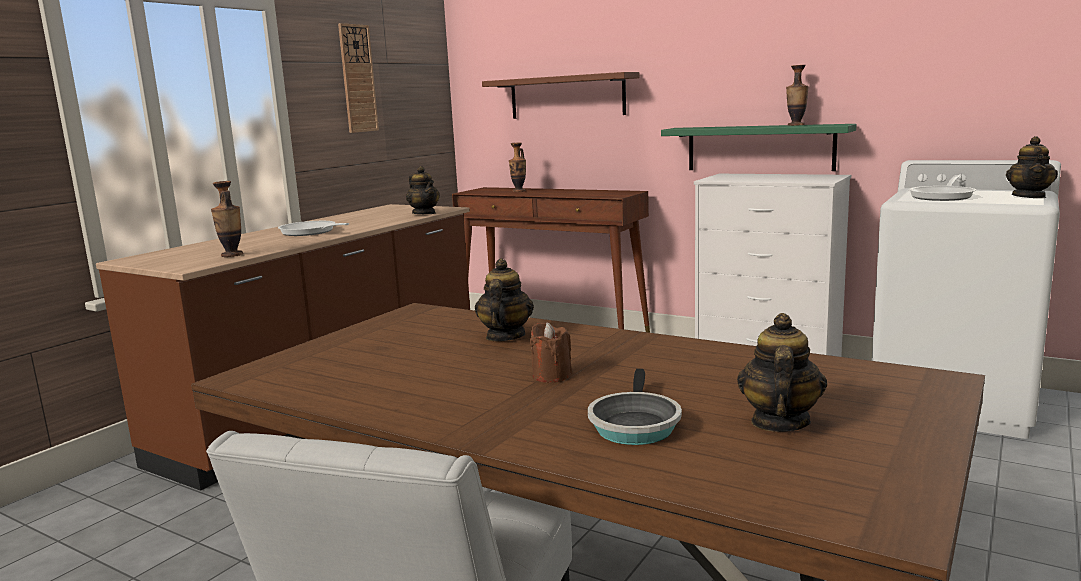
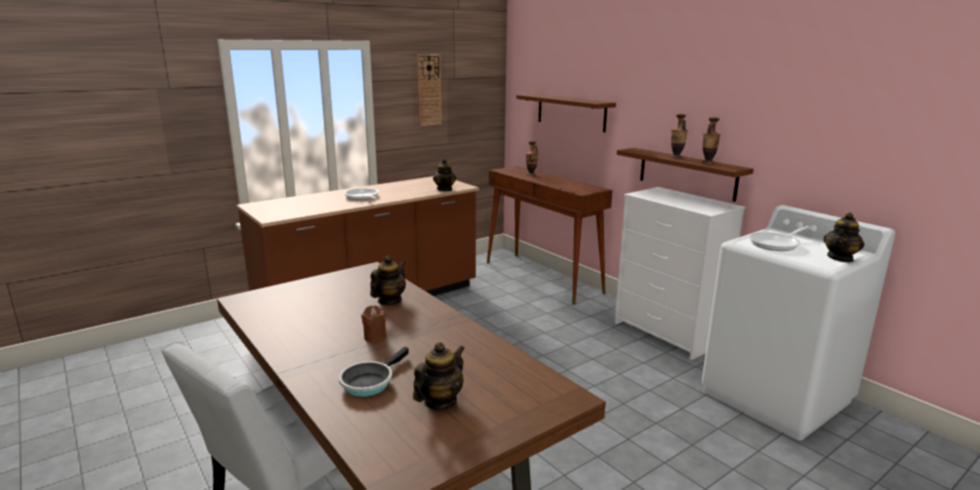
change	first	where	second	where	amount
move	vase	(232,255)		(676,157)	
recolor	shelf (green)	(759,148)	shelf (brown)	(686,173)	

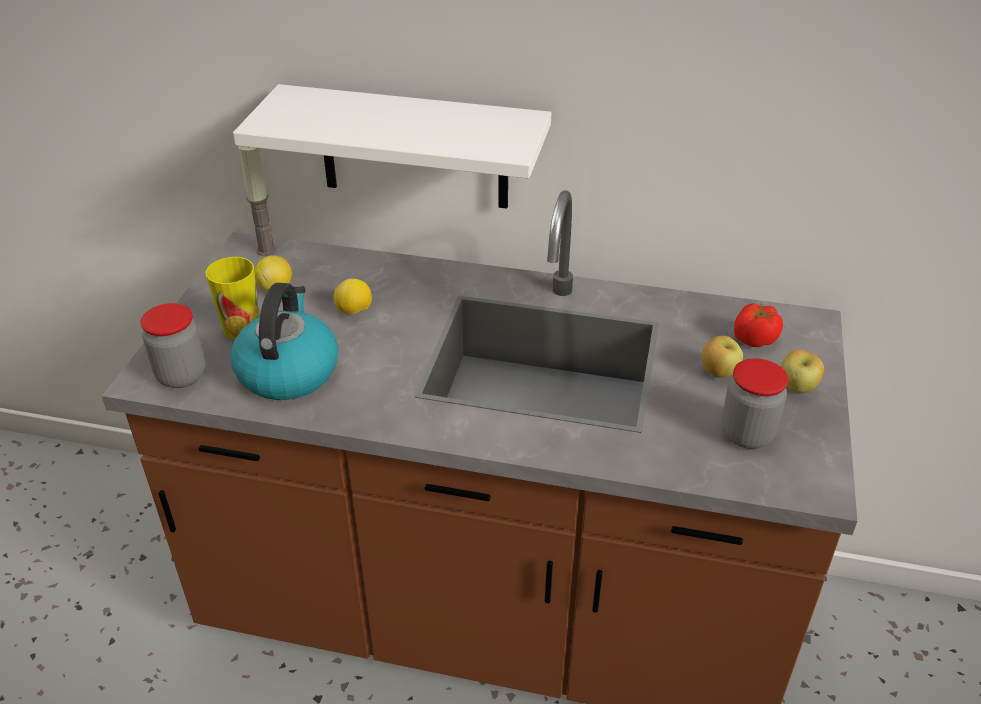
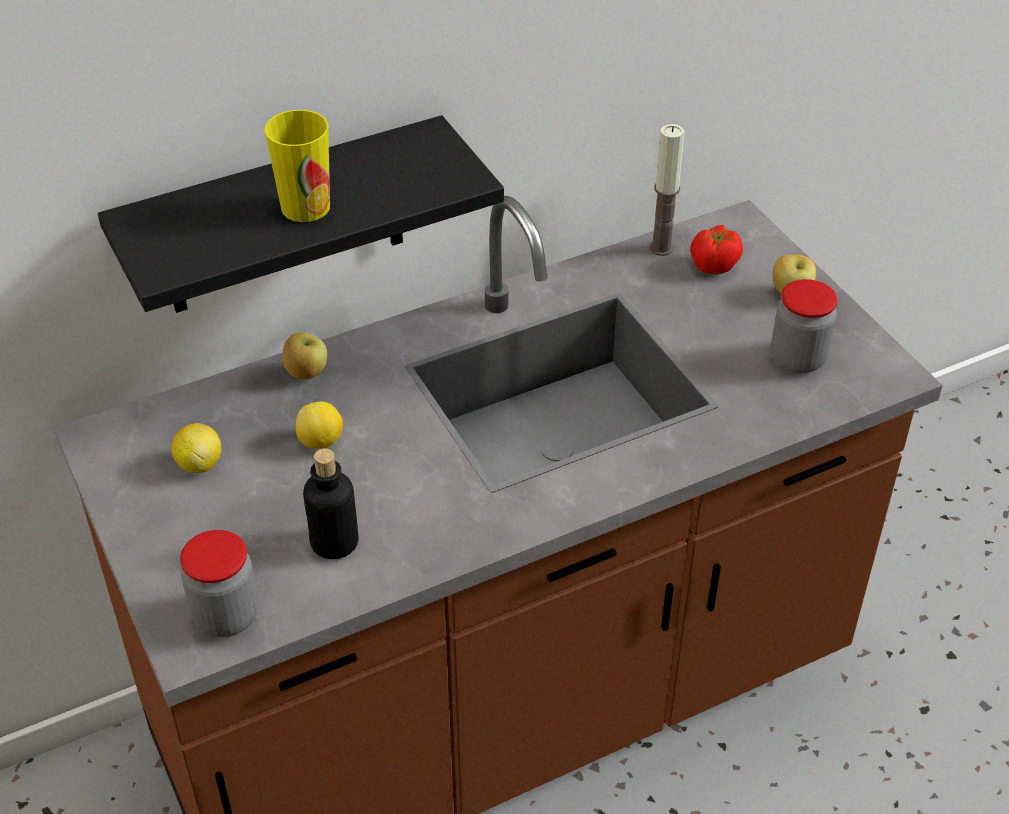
change	first	where	second	where	amount
move	cup	(241,328)		(305,207)	
move	candle	(266,250)		(661,248)	
move	apple	(718,373)		(306,373)	
replace	kettle	(288,371)	bottle	(334,542)	
recolor	shelf (white)	(414,148)	shelf (black)	(283,219)	

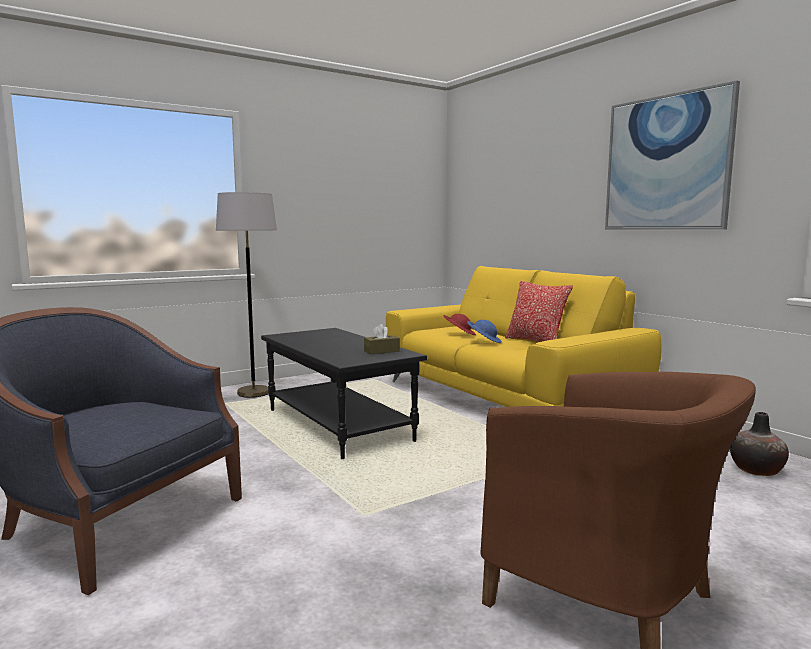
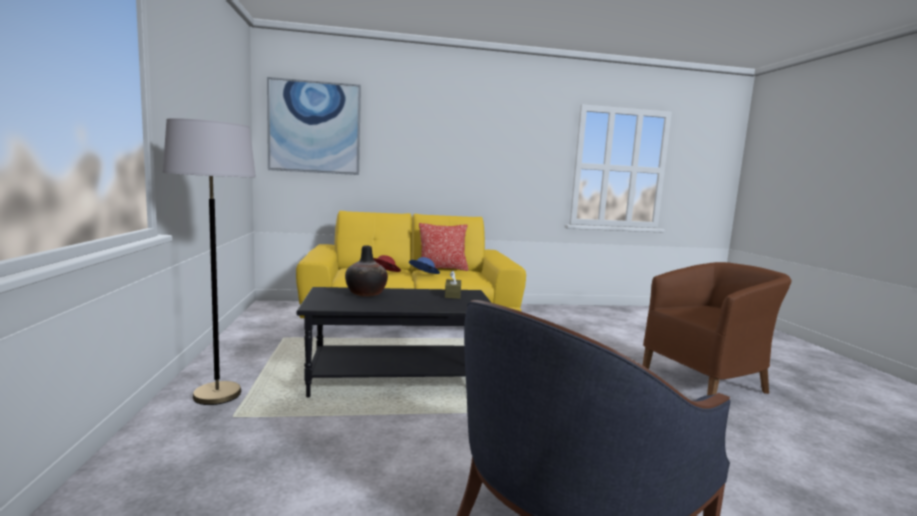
change	first	where	second	where	amount
move	picture	(666,163)		(314,127)	
move	vase	(756,470)		(366,294)	

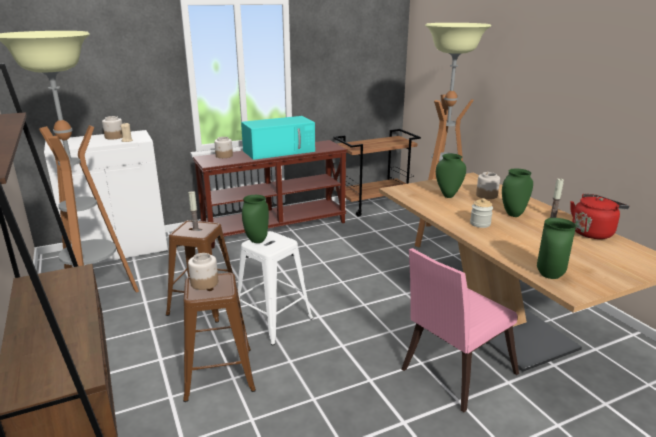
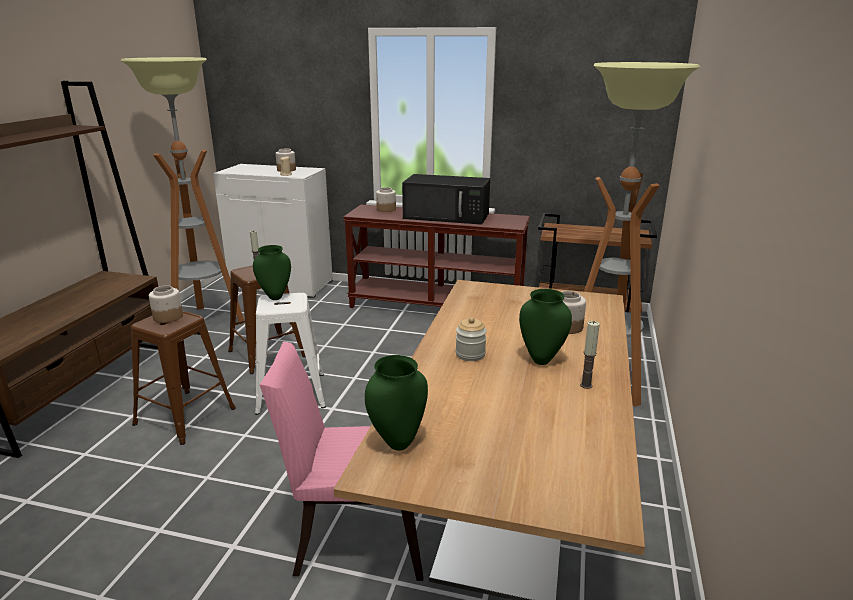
change	first	where	second	where	amount
delete	vase (green)	(448,195)			
delete	kettle (red)	(593,232)			
recolor	microwave (turquoise)	(279,151)	microwave (black)	(447,216)	

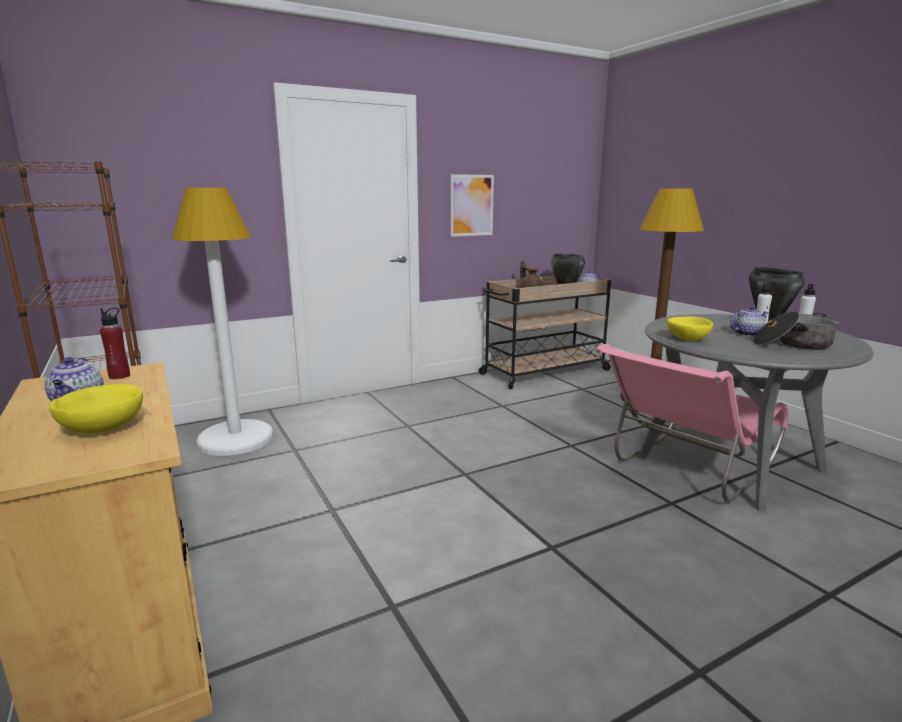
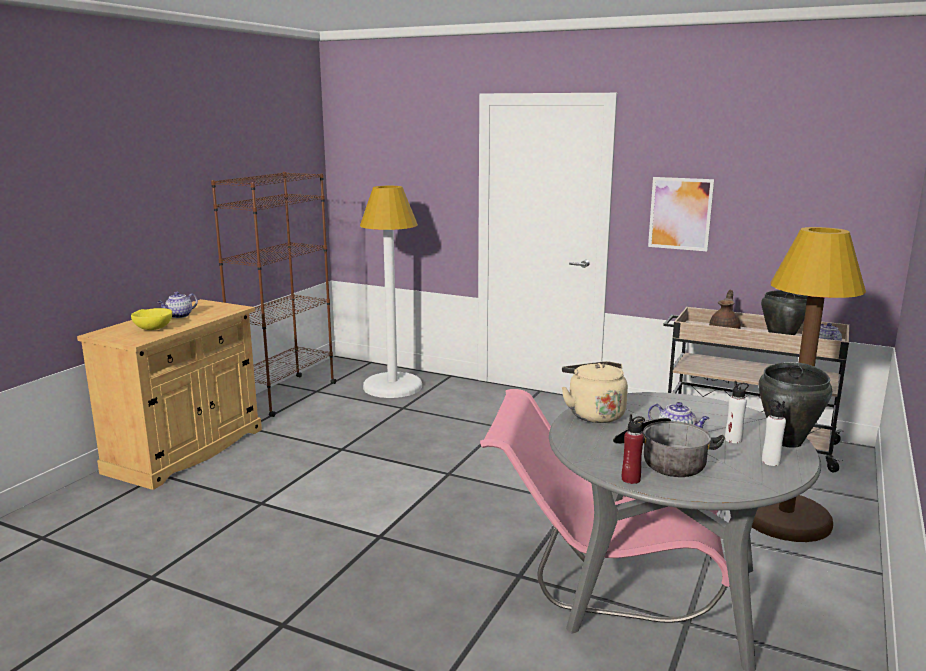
change	first	where	second	where	amount
move	bottle (red)	(119,376)		(631,479)	
replace	bowl (yellow)	(687,339)	kettle (beige)	(593,414)	

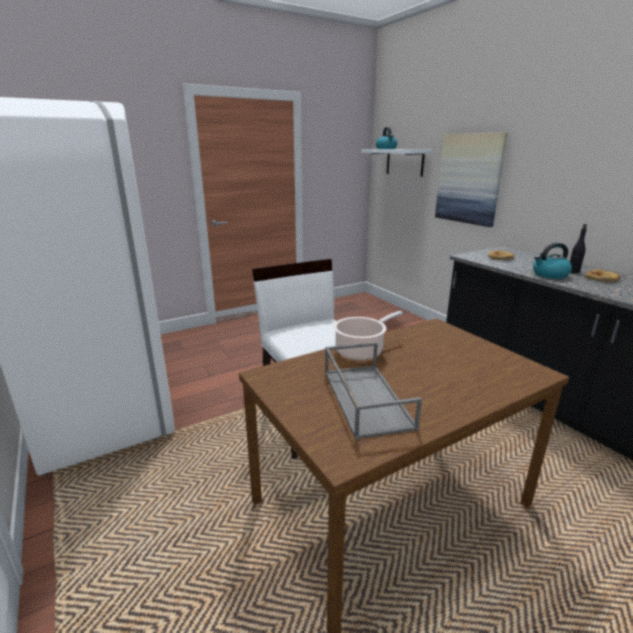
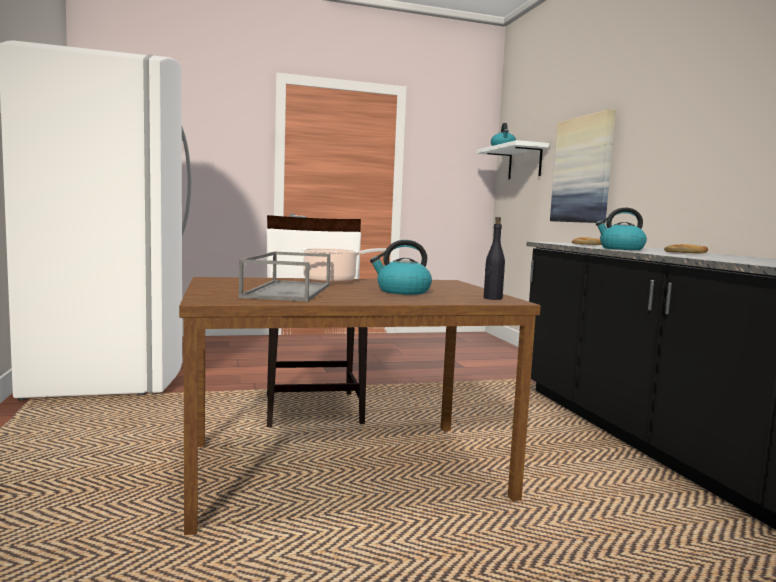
change	first	where	second	where	amount
insert			kettle	(402,291)	
move	bottle (black)	(573,272)		(492,298)	

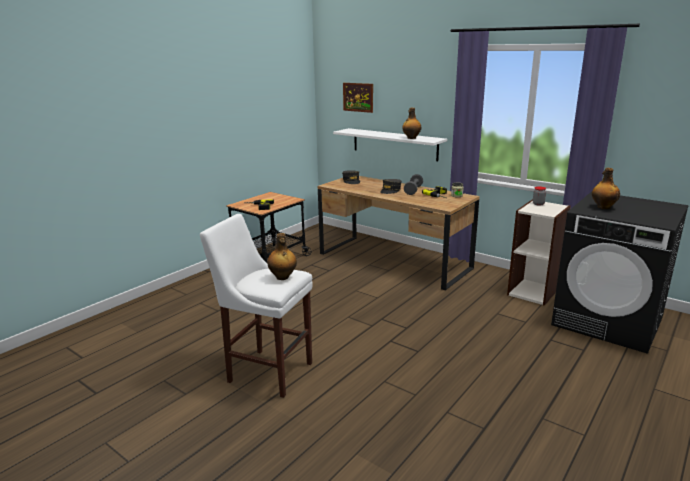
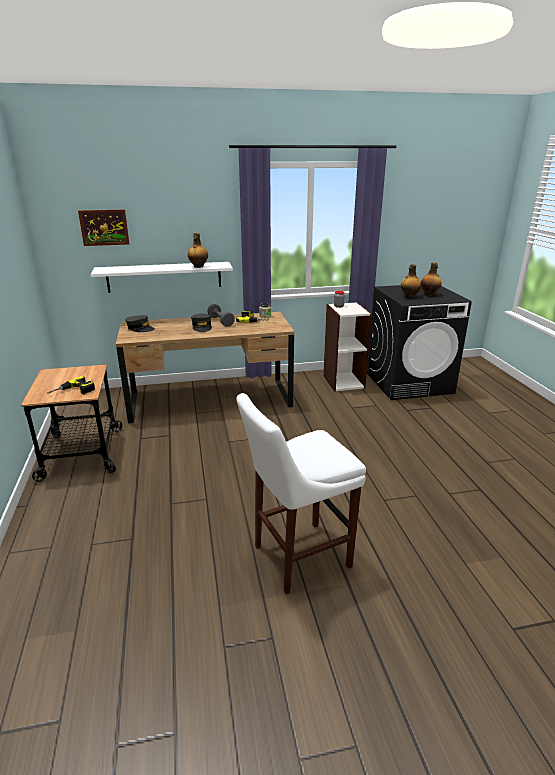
change	first	where	second	where	amount
move	bottle	(282,277)		(429,294)	

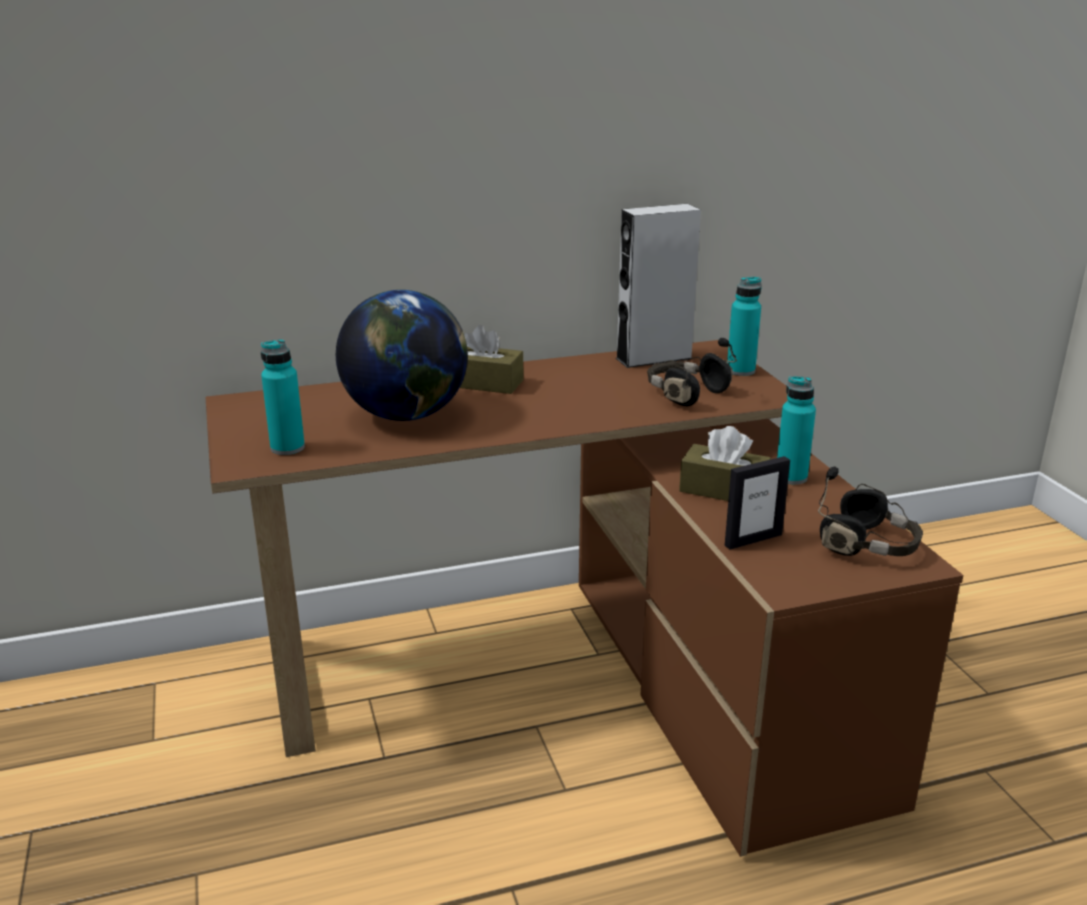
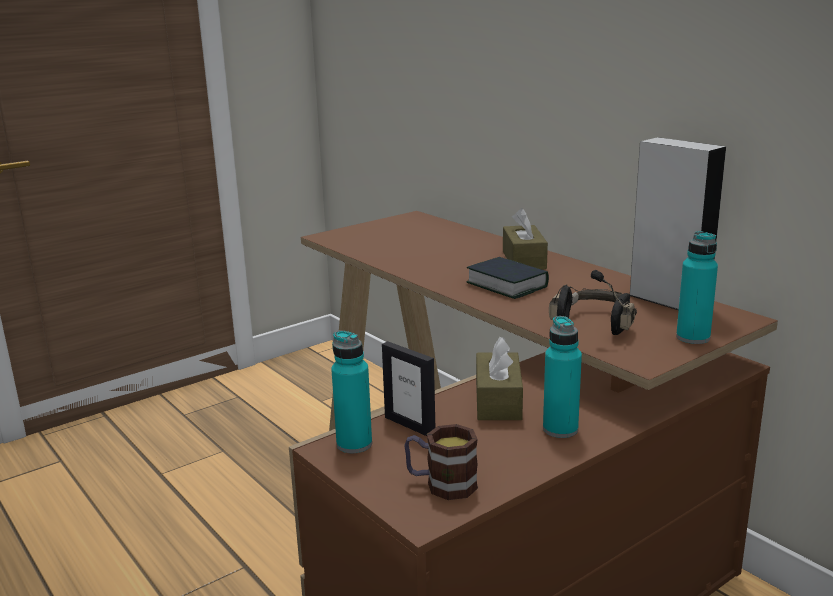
change	first	where	second	where	amount
delete	globe	(406,415)			
insert			book	(507,285)	
move	bottle (turquoise)	(287,448)		(354,444)	
replace	headphones (black)	(868,546)	mug	(441,484)	

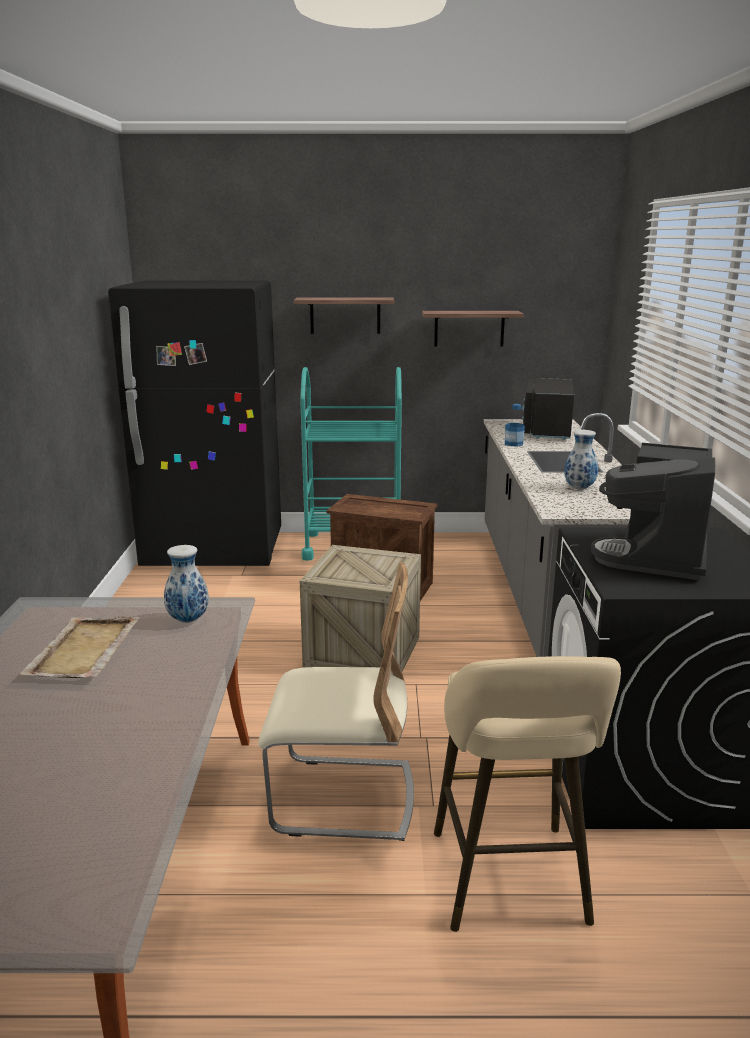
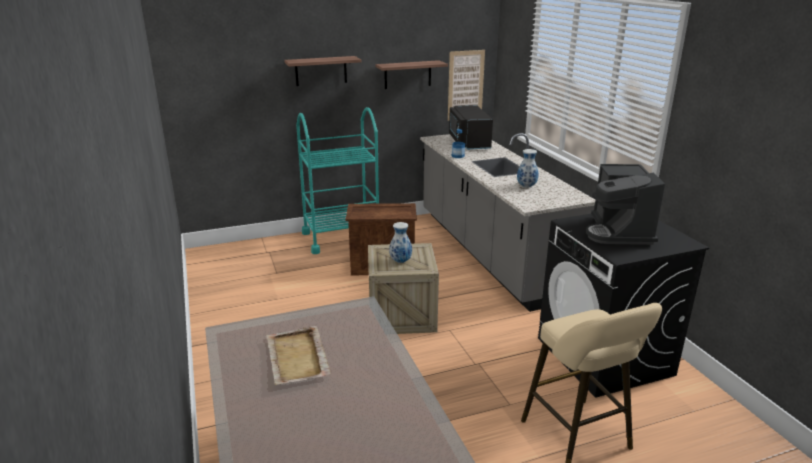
change	first	where	second	where	amount
delete	fridge (black)	(214,552)			
delete	chair (beige)	(343,798)			
insert			picture	(465,85)	
move	vase	(188,620)		(400,261)	

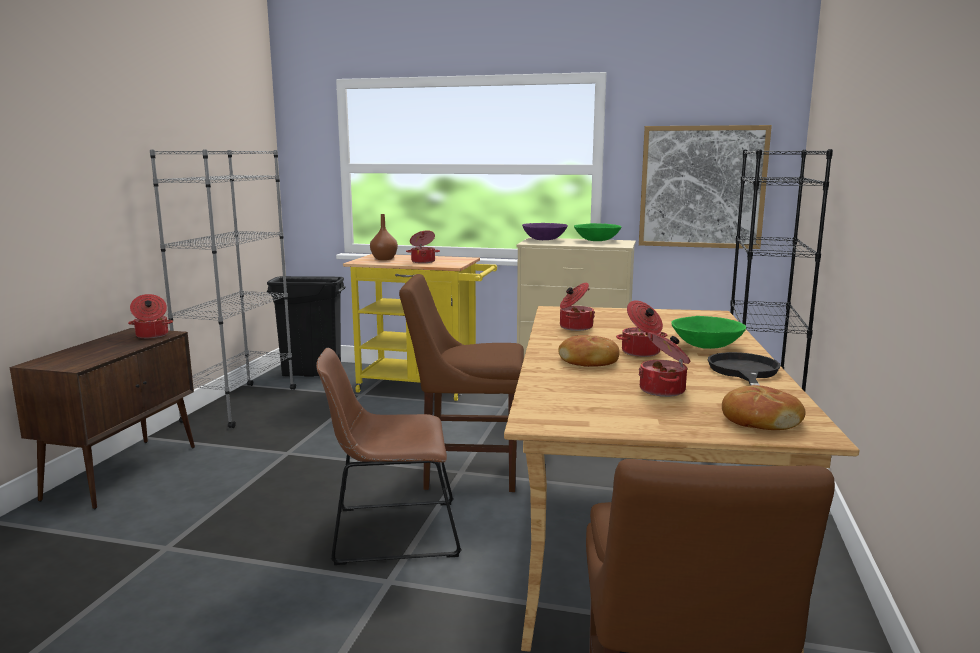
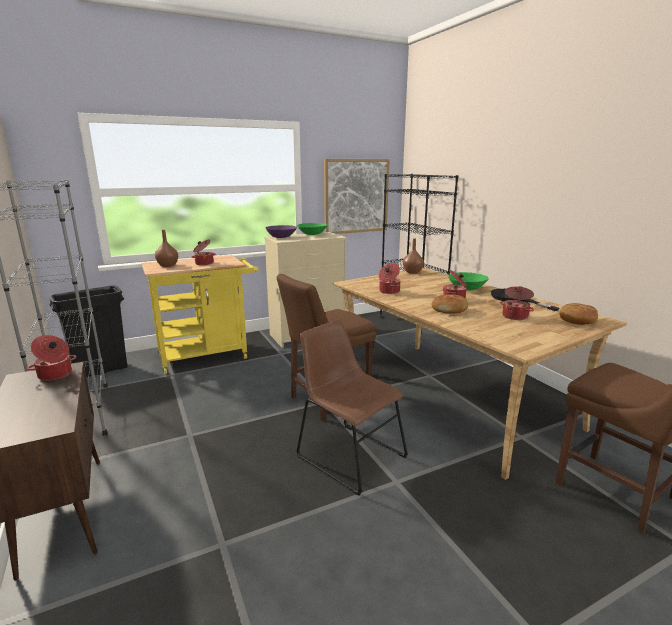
change	first	where	second	where	amount
insert			vase (brown)	(412,272)	
rotate	chair (brown)	(389,532)		(348,454)	90 degrees clockwise

